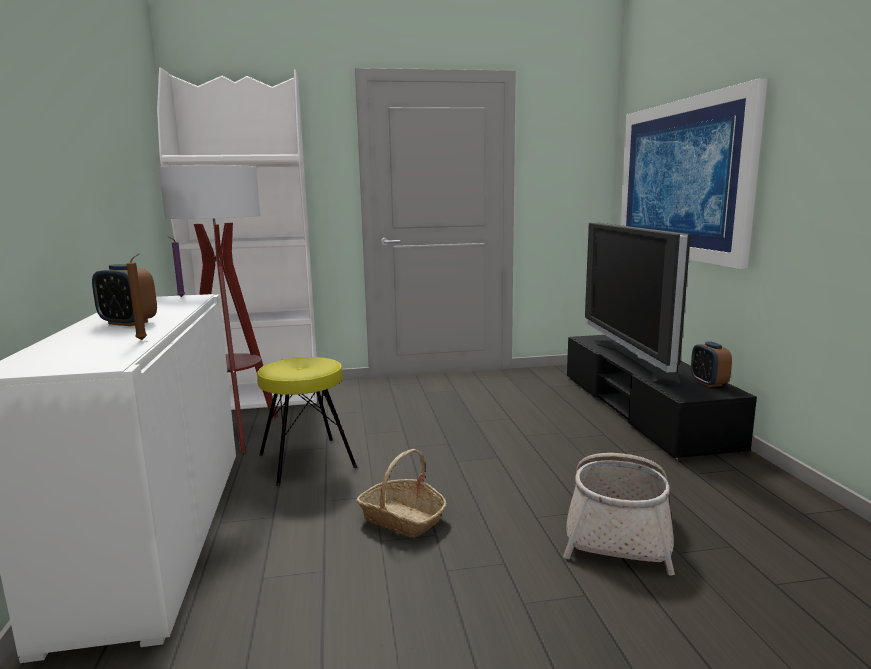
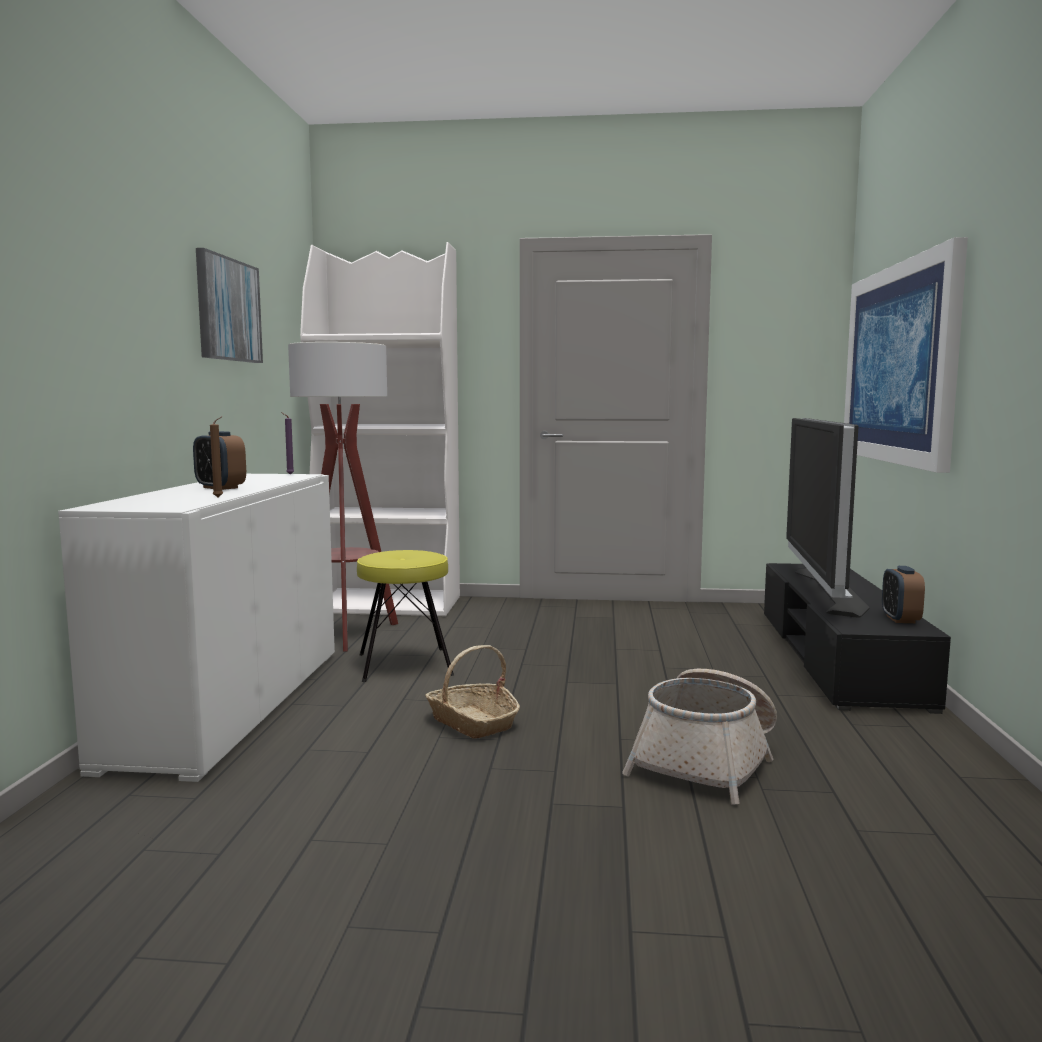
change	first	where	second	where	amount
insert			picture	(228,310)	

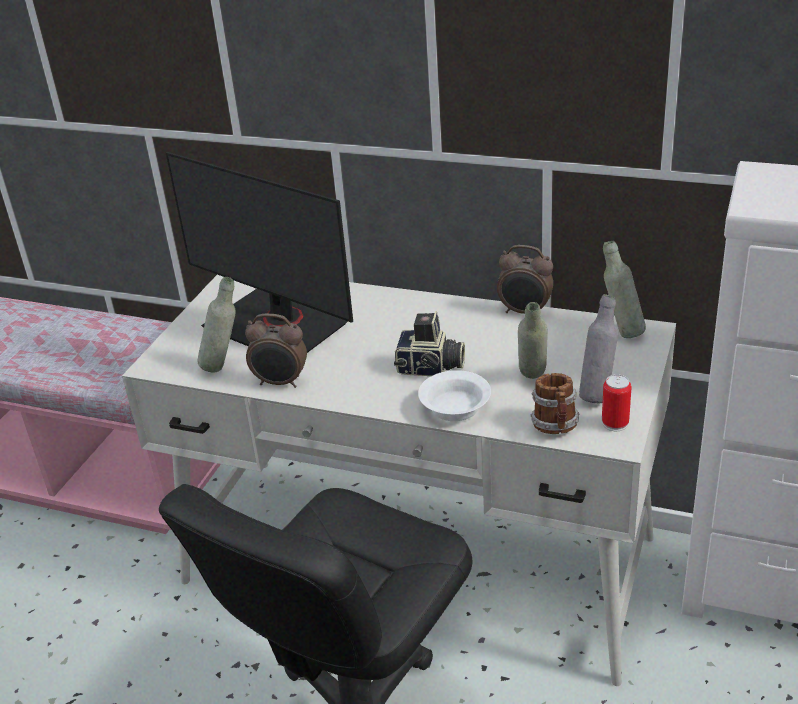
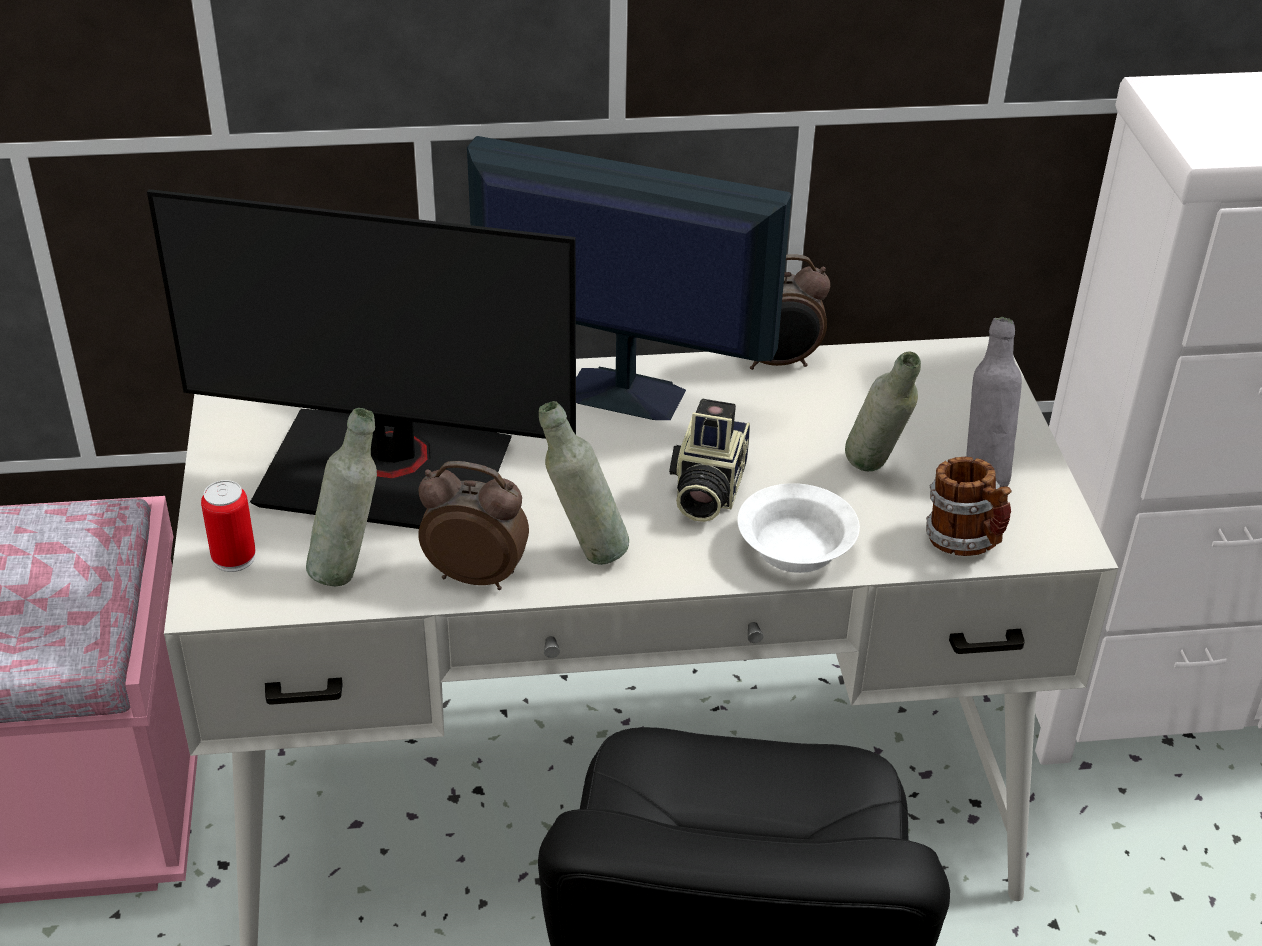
change	first	where	second	where	amount
insert			monitor	(622,393)	
move	can	(615,423)		(234,558)	
move	bottle (grey)	(621,332)		(584,552)	
rotate	alarm clock	(280,383)		(476,575)	150 degrees counterclockwise
rotate	photo camera	(430,368)		(705,490)	120 degrees clockwise

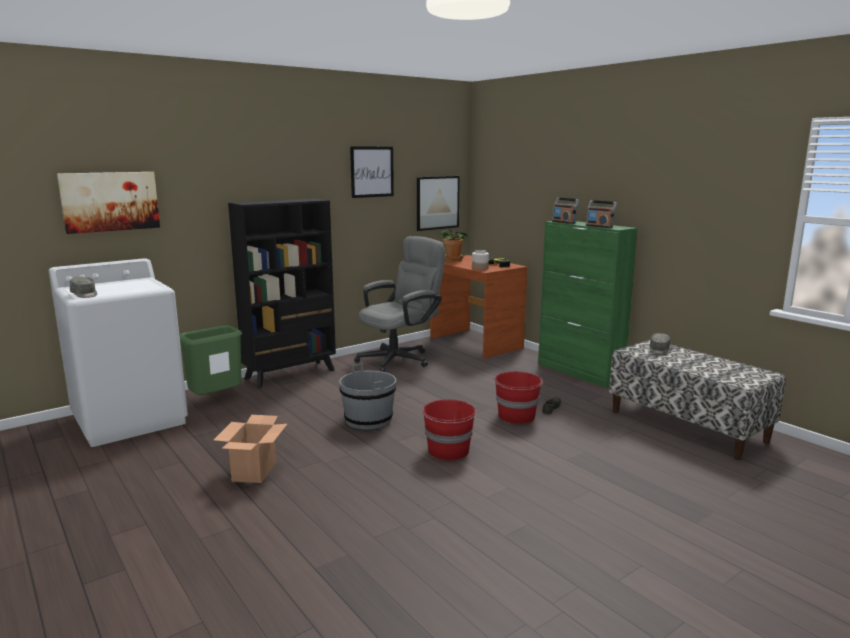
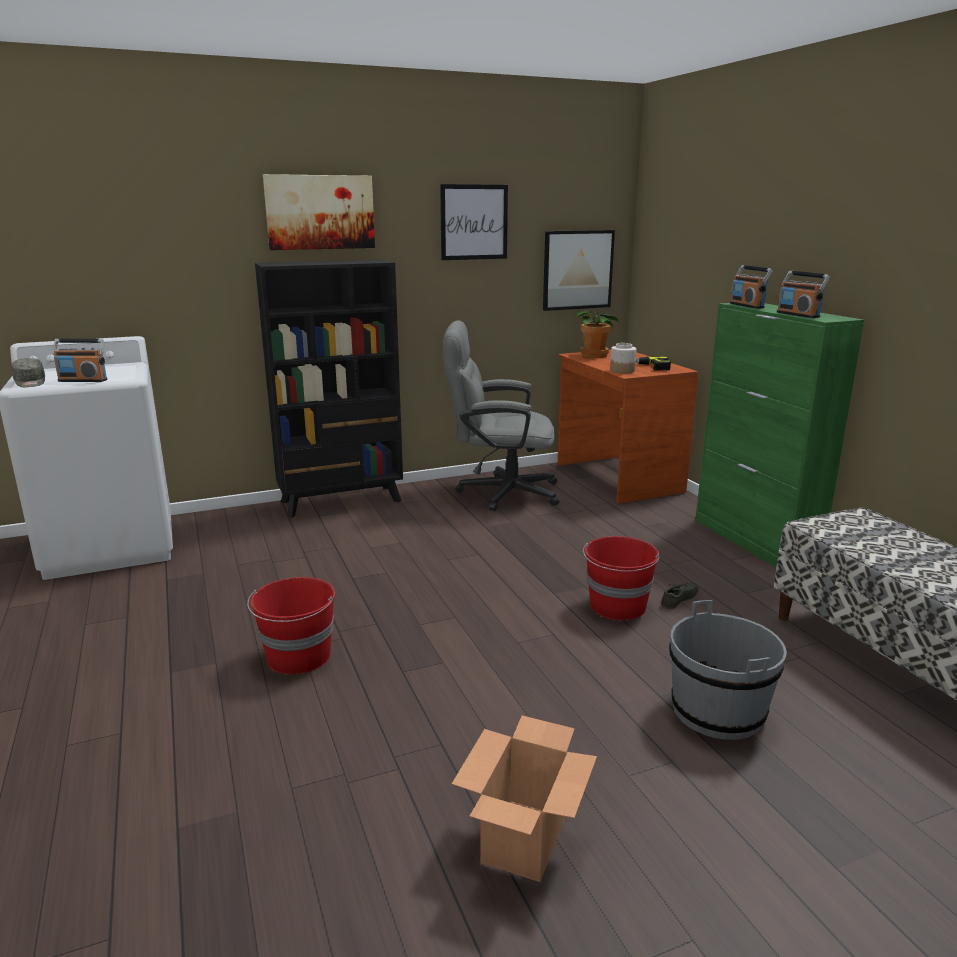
change	first	where	second	where	amount
delete	trash can (green)	(216,400)			
delete	cap (grey)	(659,350)			
insert			radio	(83,380)	
move	picture	(110,201)		(320,212)	
move	cardboard box	(254,471)		(524,841)	
move	bucket (grey)	(368,420)		(718,711)	
move	bucket (red)	(449,451)		(298,657)	
rotate	office chair (grey)	(400,358)		(499,492)	150 degrees counterclockwise

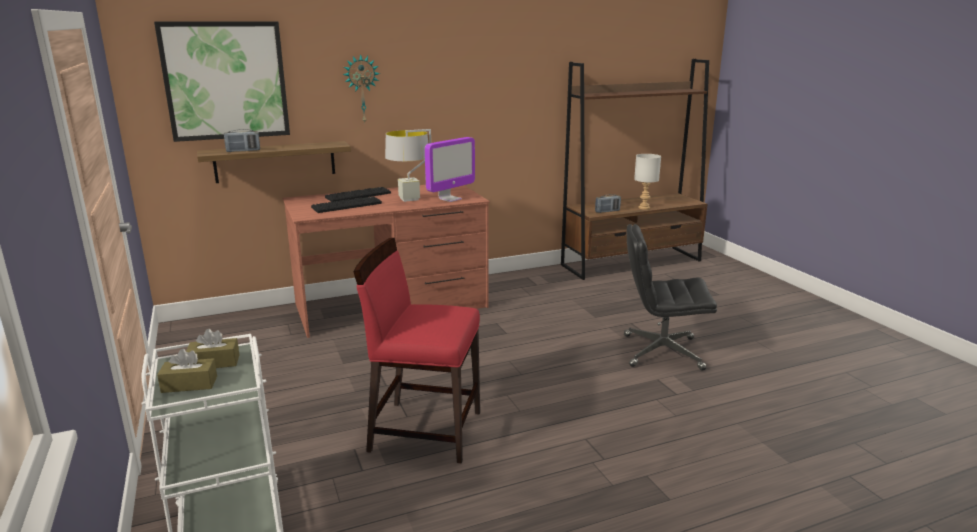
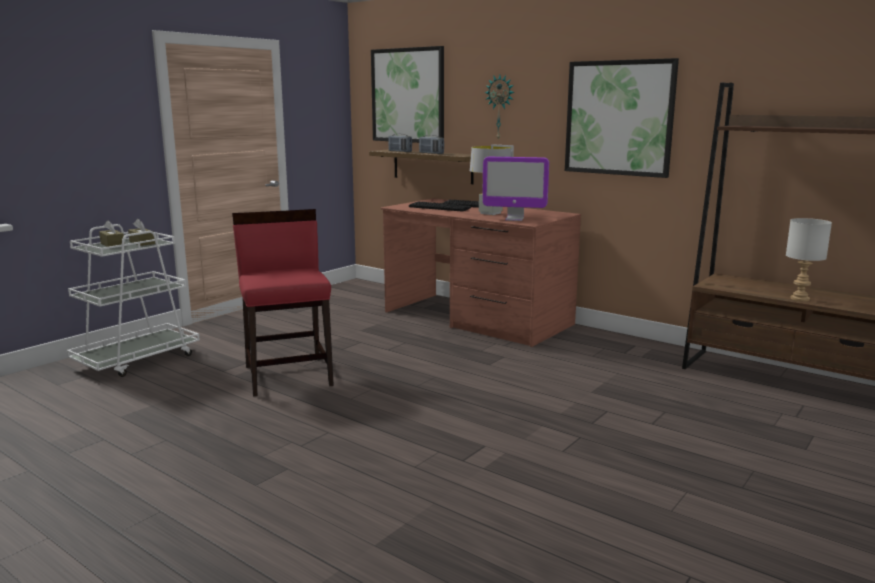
change	first	where	second	where	amount
delete	office chair (black)	(661,352)			
insert			picture	(619,118)	
move	radio	(607,211)		(431,153)	

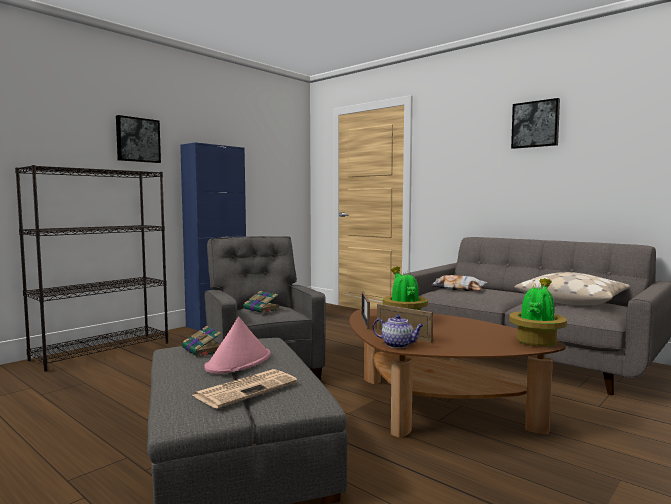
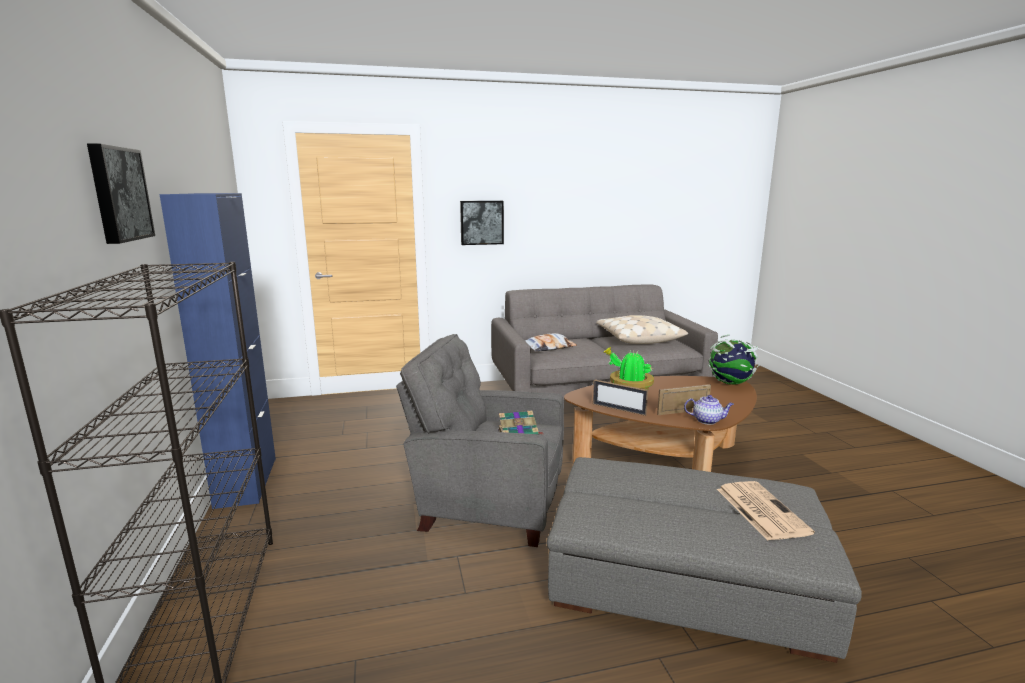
change	first	where	second	where	amount
delete	book	(203,350)			
delete	hat (pink)	(239,362)			
move	picture	(535,124)		(481,222)	
replace	potted plant	(537,342)	globe	(730,383)	
rotate	teapot	(398,345)		(707,420)	45 degrees clockwise

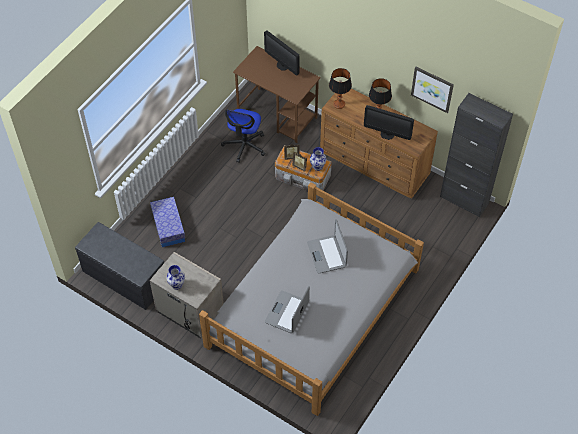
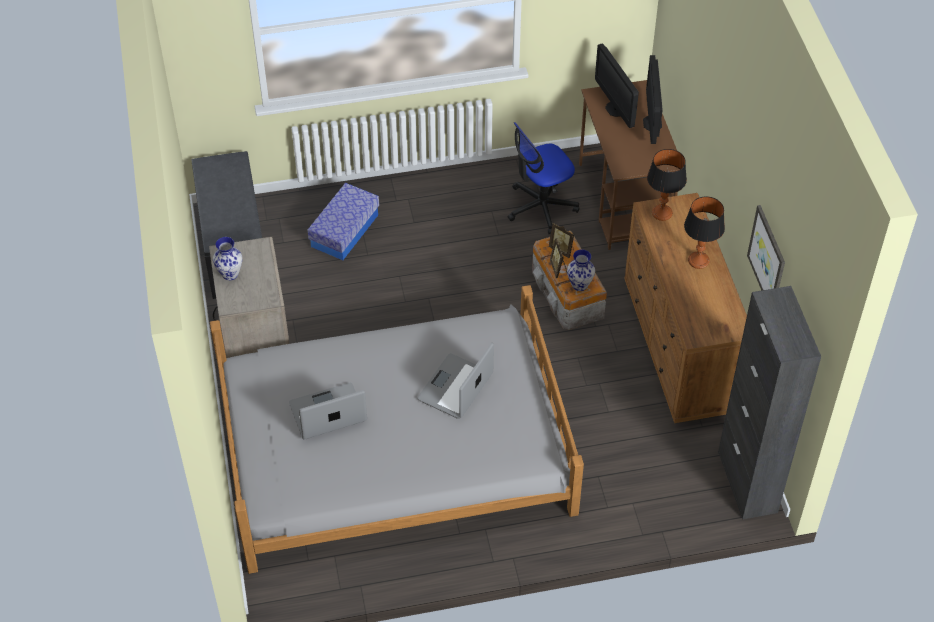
change	first	where	second	where	amount
move	monitor	(387,134)		(615,109)	

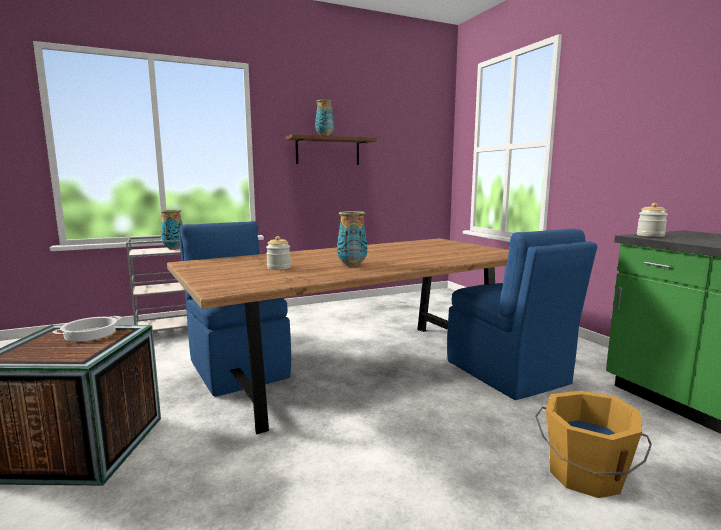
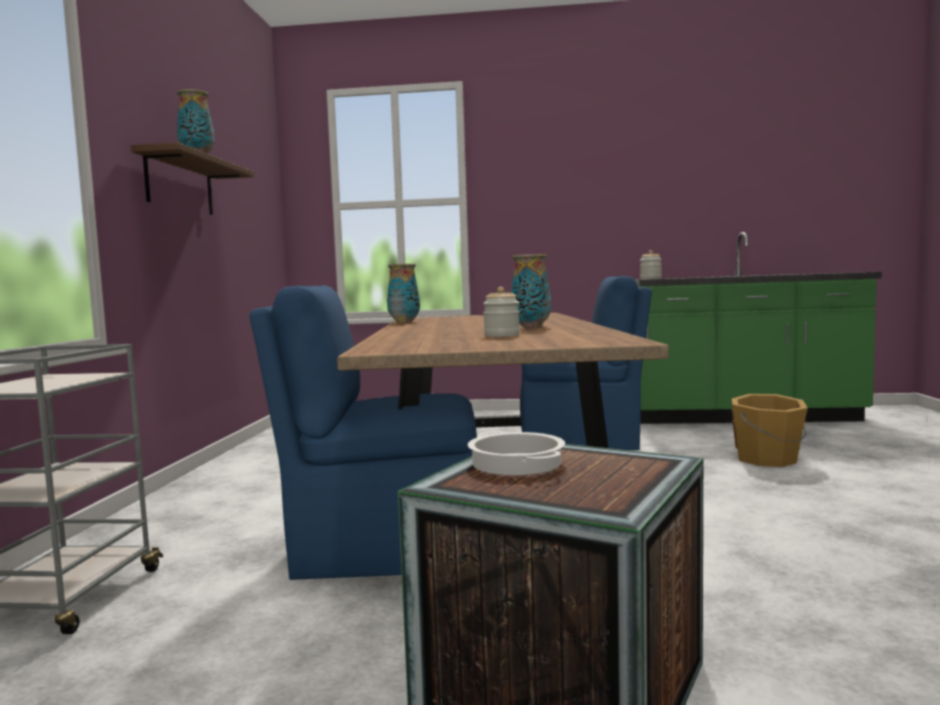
change	first	where	second	where	amount
move	vase	(174,249)		(404,322)	

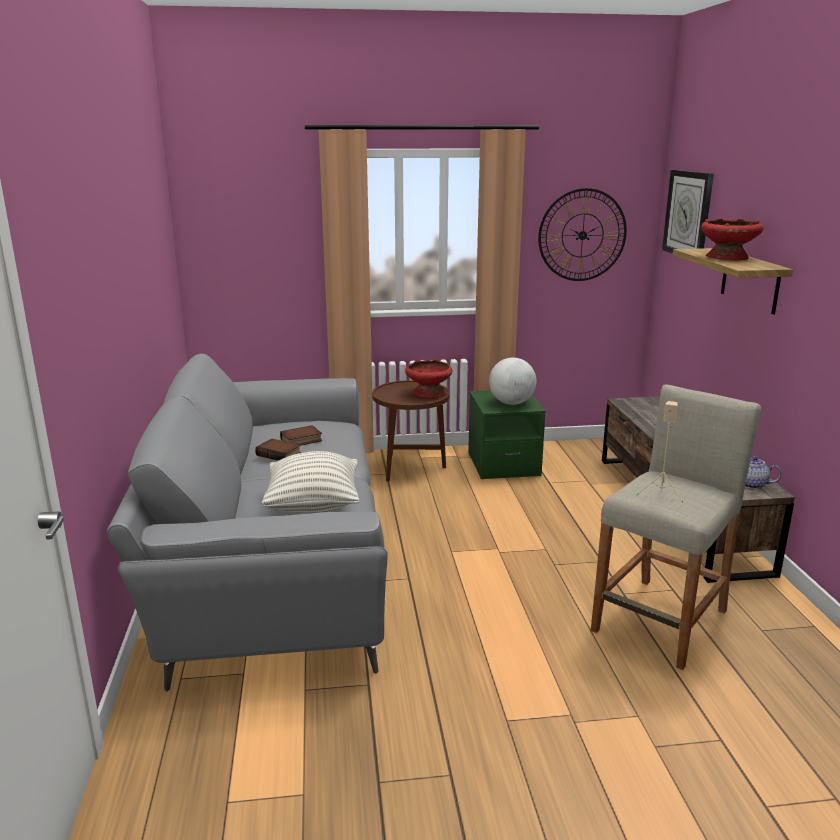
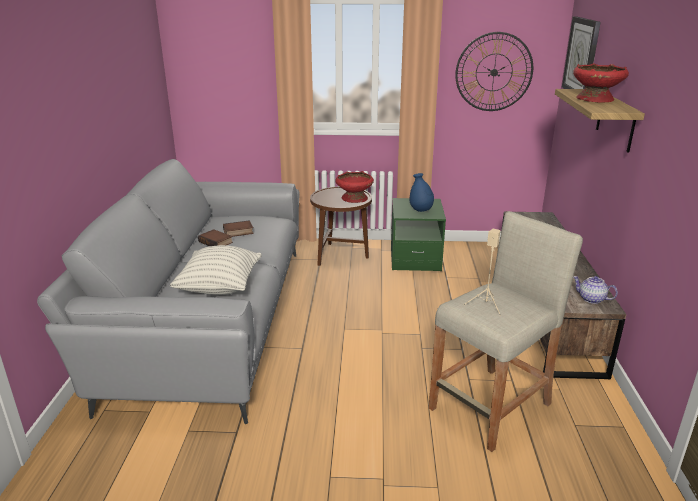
change	first	where	second	where	amount
replace	globe	(511,403)	vase (blue)	(421,210)	

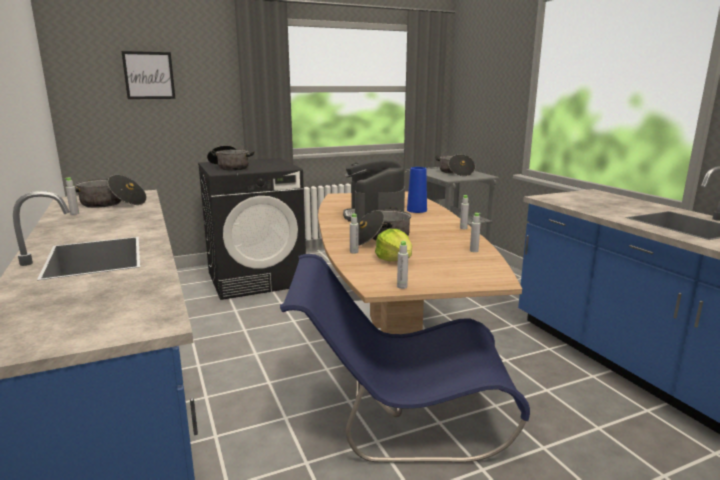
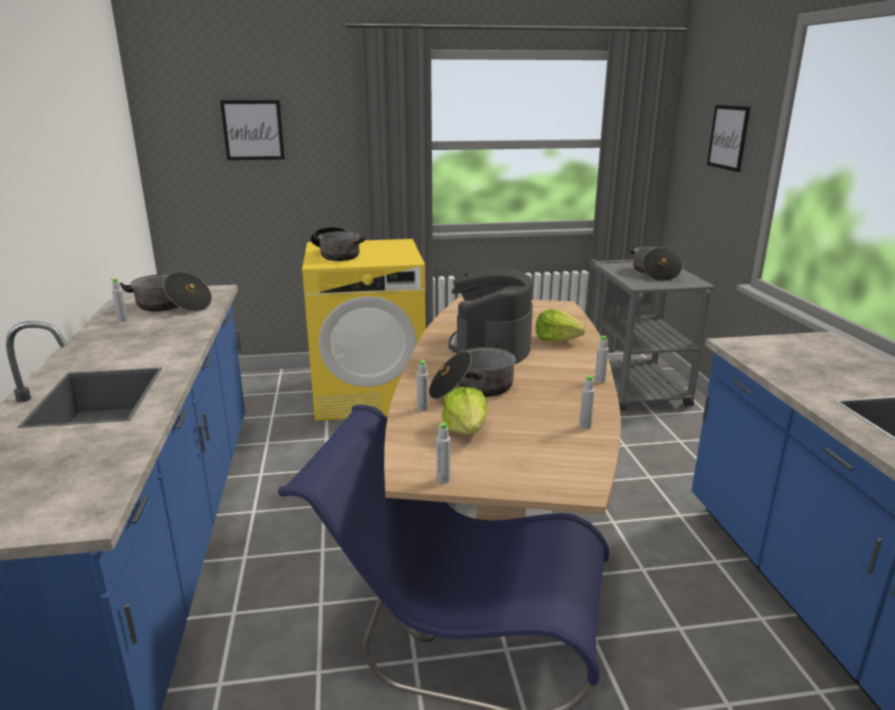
change	first	where	second	where	amount
insert			picture	(728,137)	
replace	vase (blue)	(416,210)	lettuce	(557,339)	
recolor	washing machine (black)	(256,278)	washing machine (yellow)	(370,394)	

